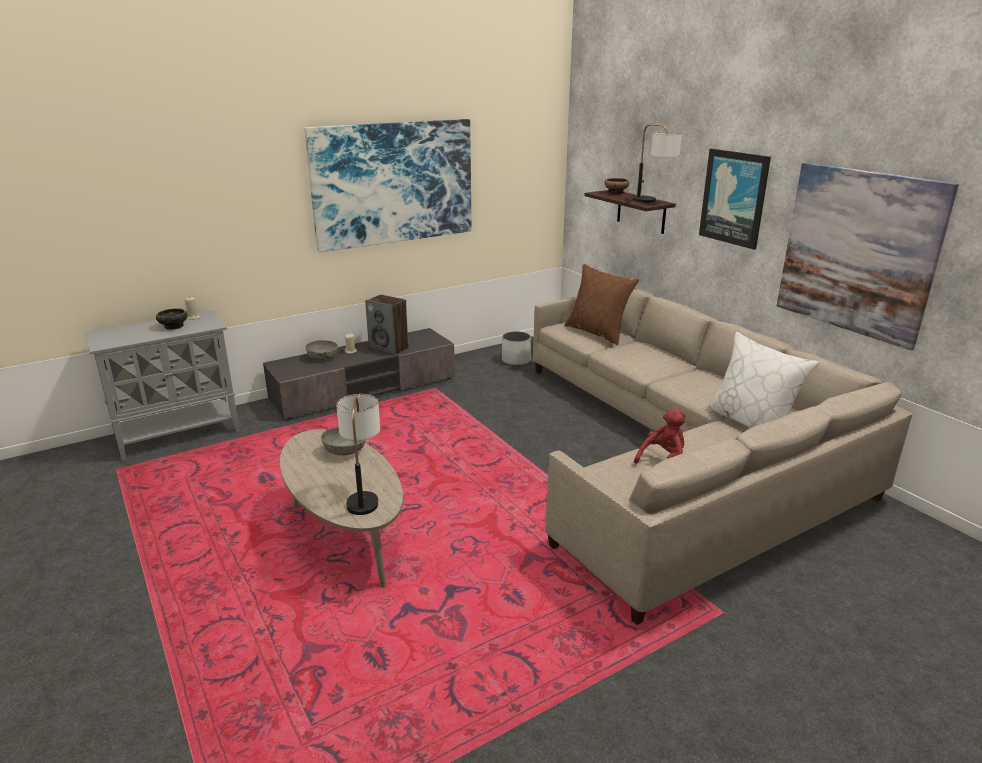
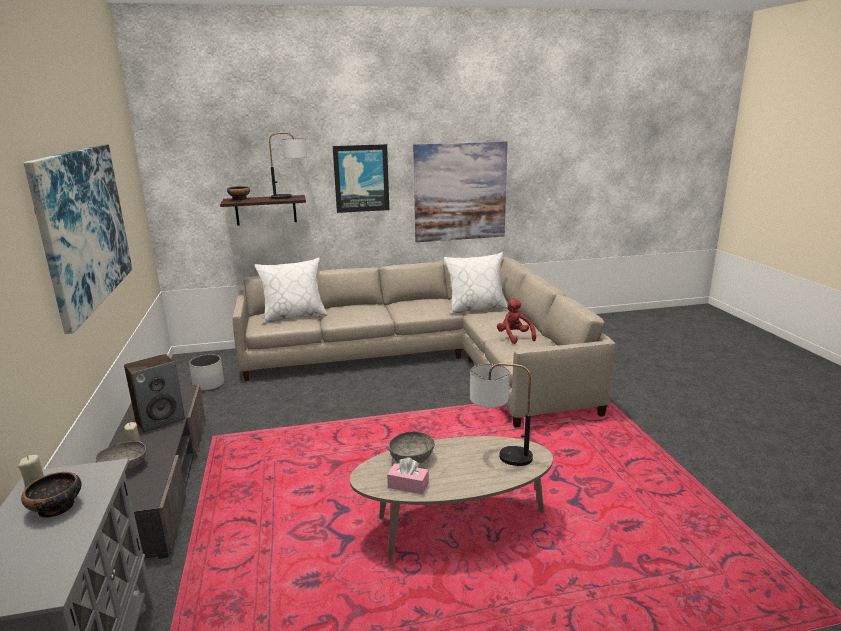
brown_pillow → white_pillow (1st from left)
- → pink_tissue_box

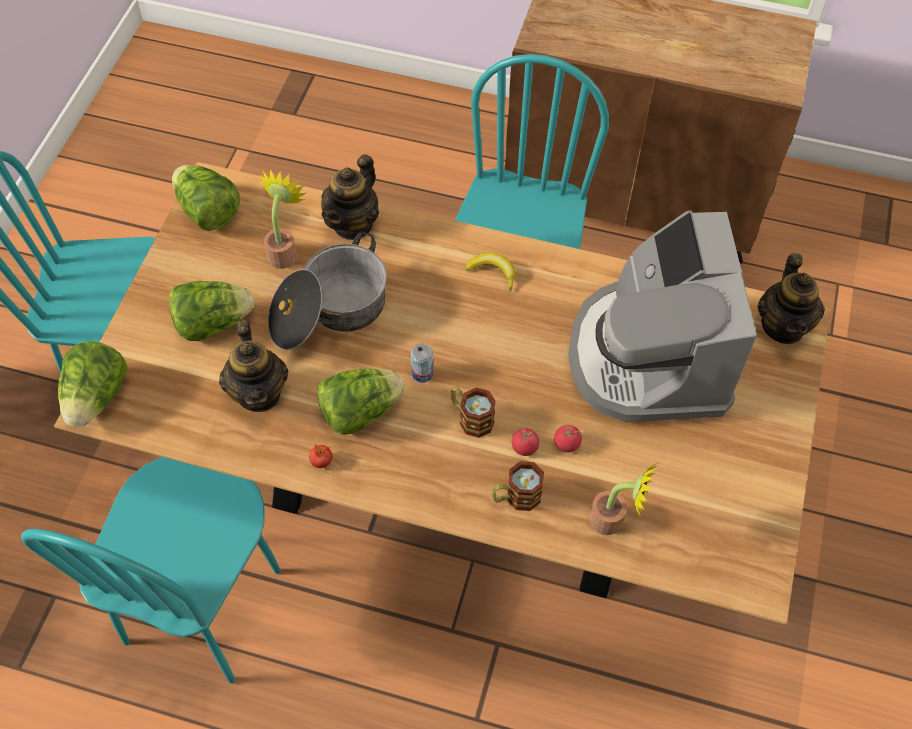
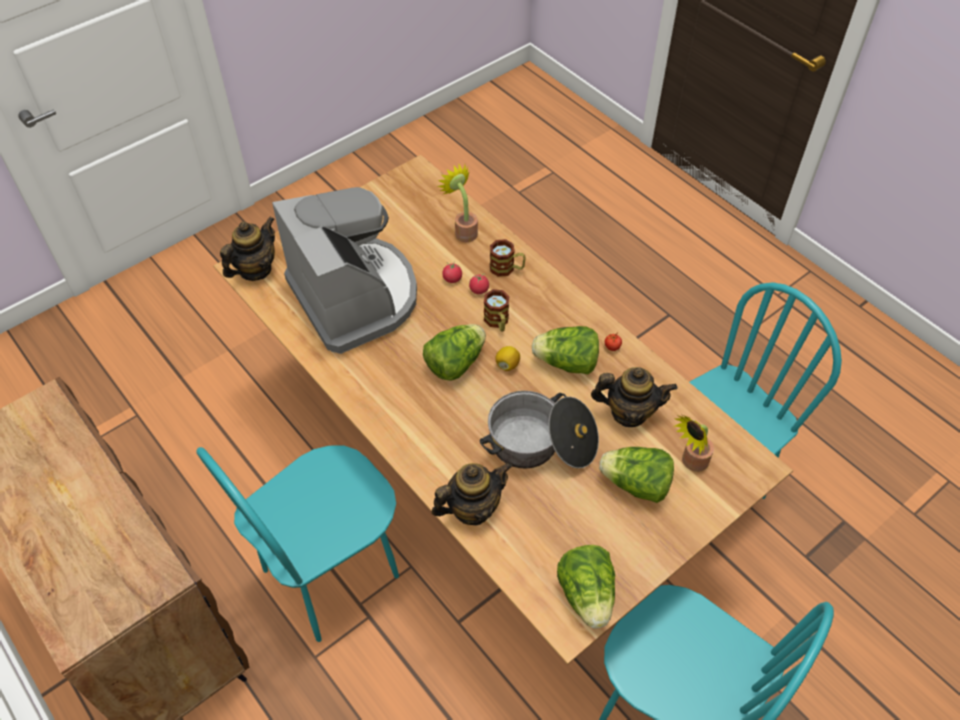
lettuce (1st from left), move
teapot (1st from left in the first image) → teapot (3rd from left), 75 degrees clockwise
potted_plant (1st from left in the first image) → potted_plant (2nd from left), move
can → lemon
banana → -
coffee_machine, 60 degrees counterclockwise

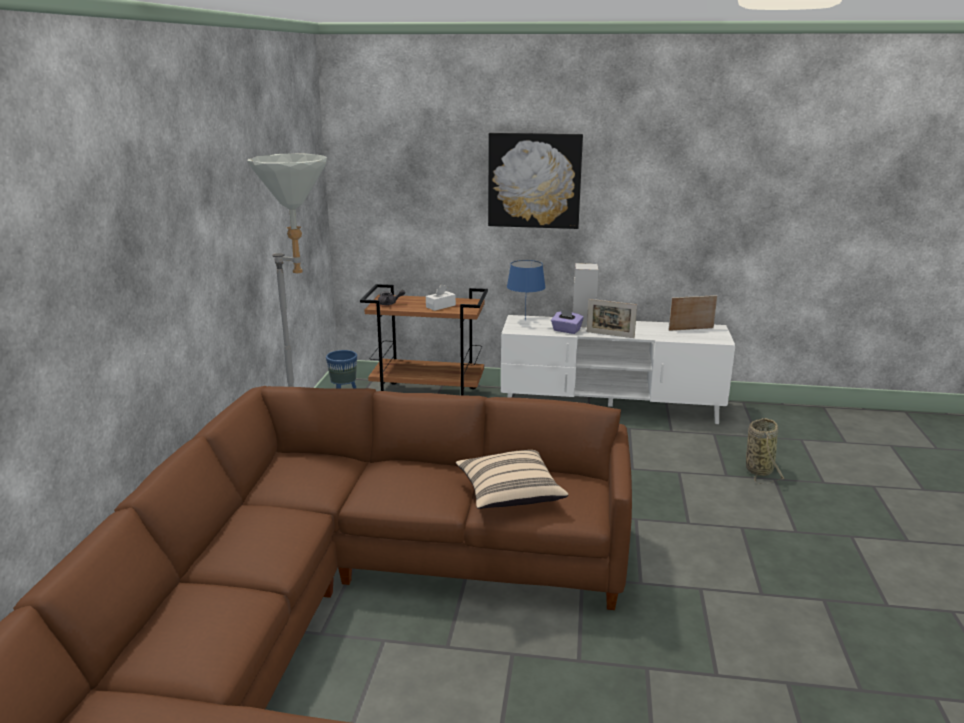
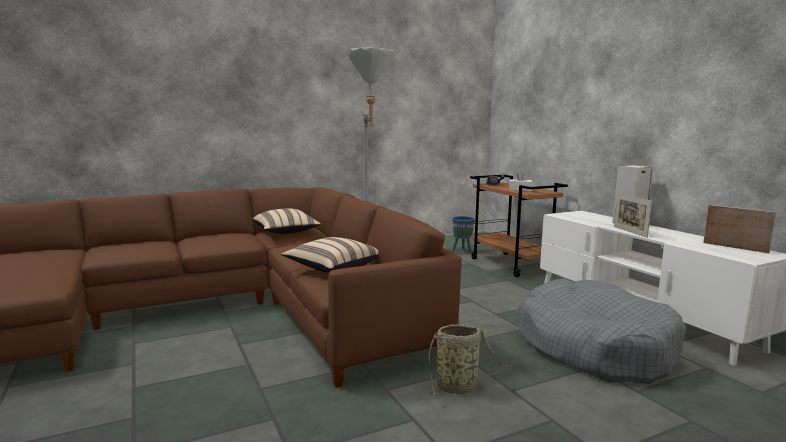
picture → -
blue_table_lamp → -
purple_tissue_box → -
basket, move
- → beige_pillow (1st from left)
- → grey_dog_bed

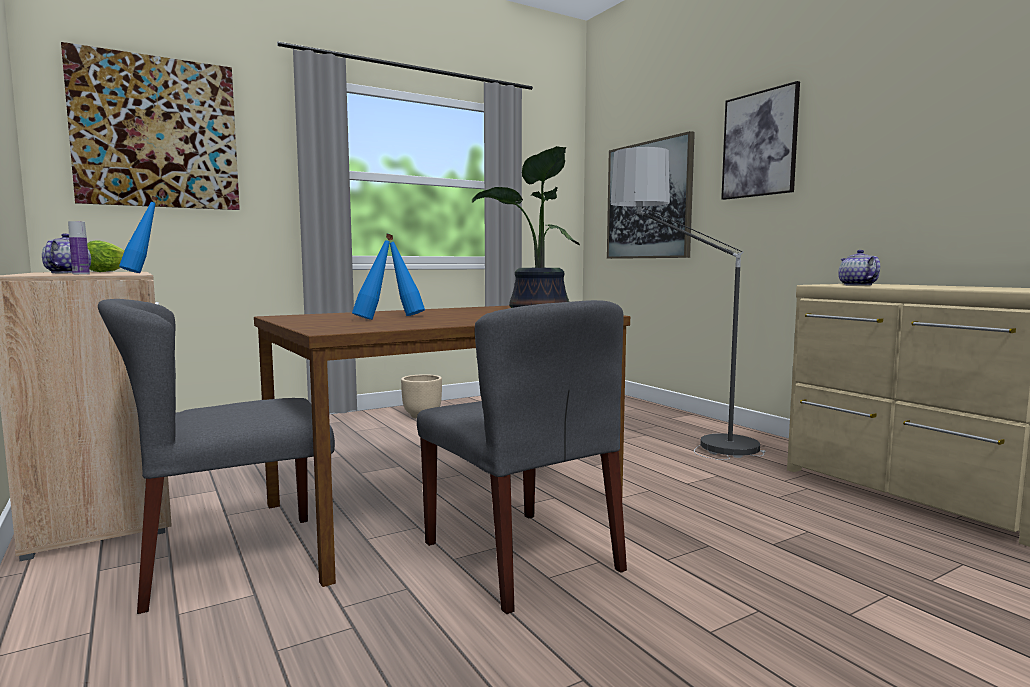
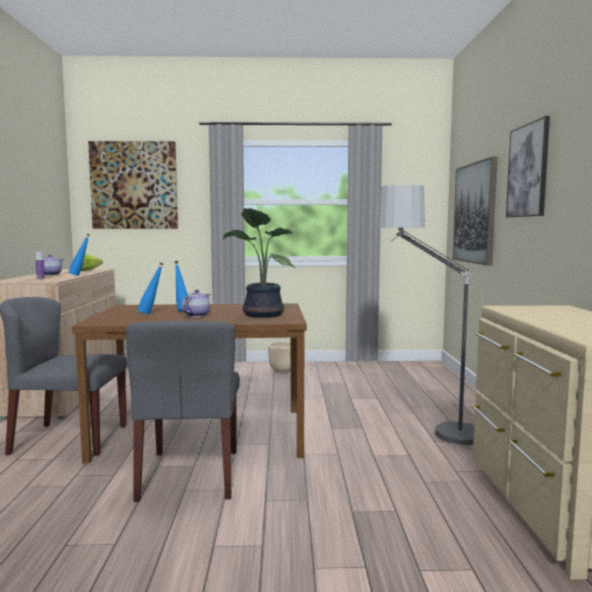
teapot (2nd from left), move

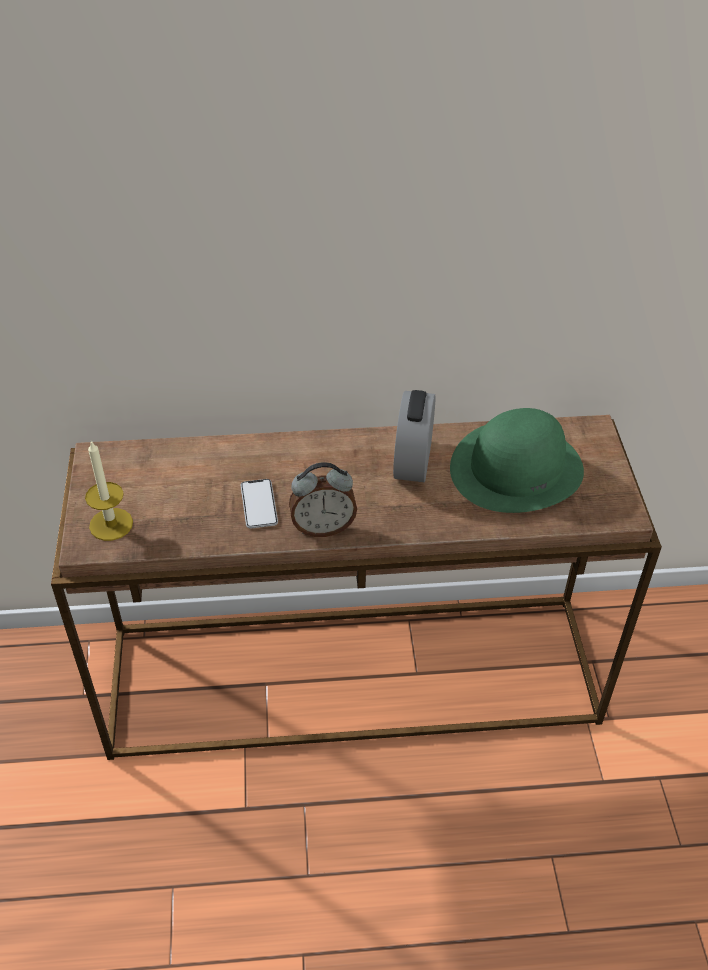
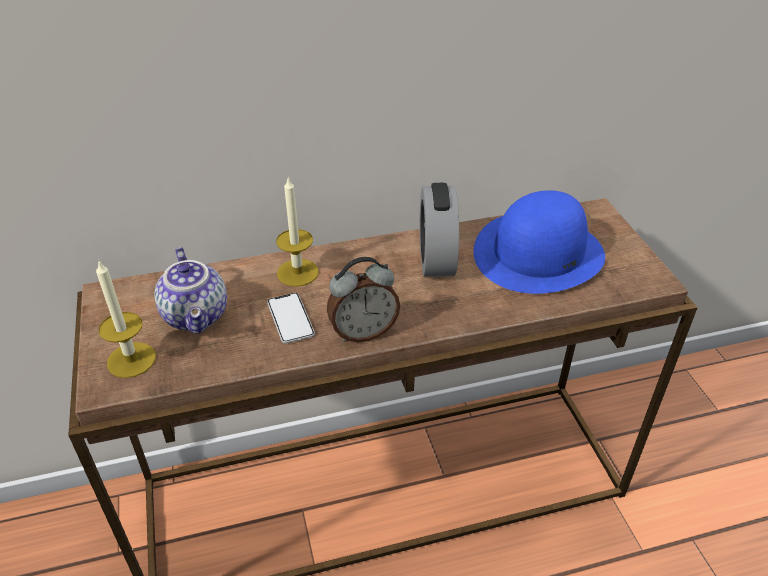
green_hat → blue_hat
- → teapot
- → candle (2nd from left)

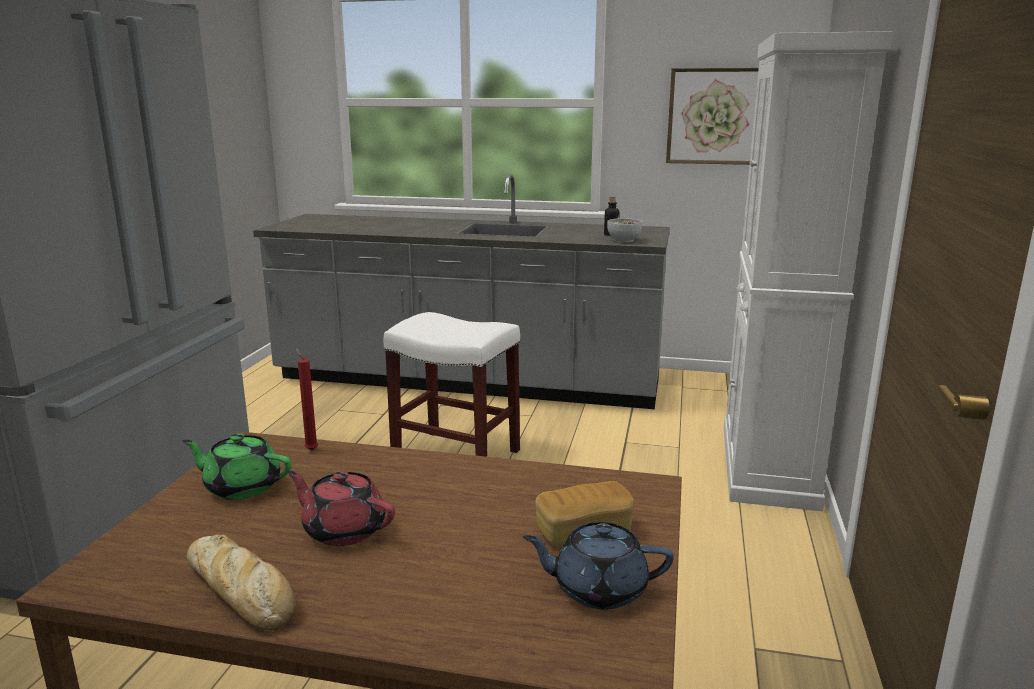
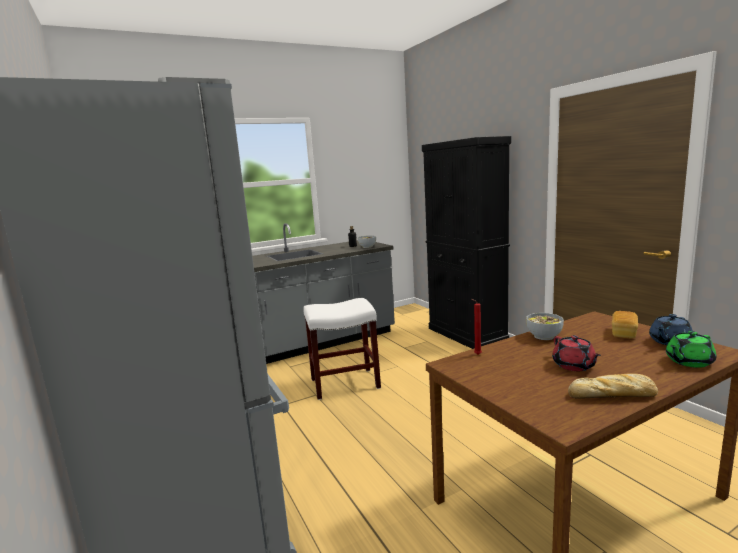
green_teapot, move
red_teapot, 90 degrees counterclockwise
picture → -
white_cabinet → black_cabinet
- → bowl (2nd from left)

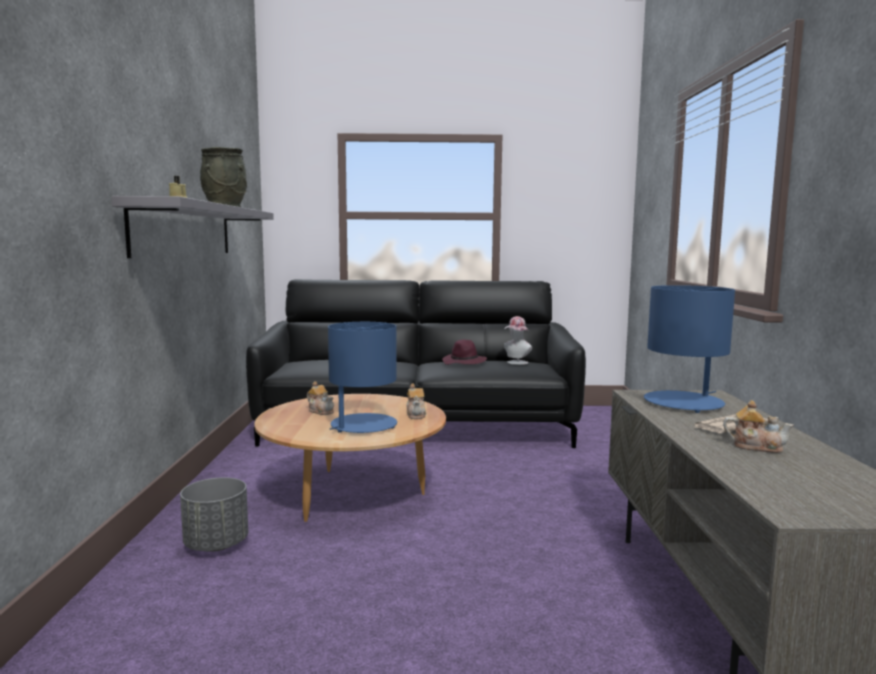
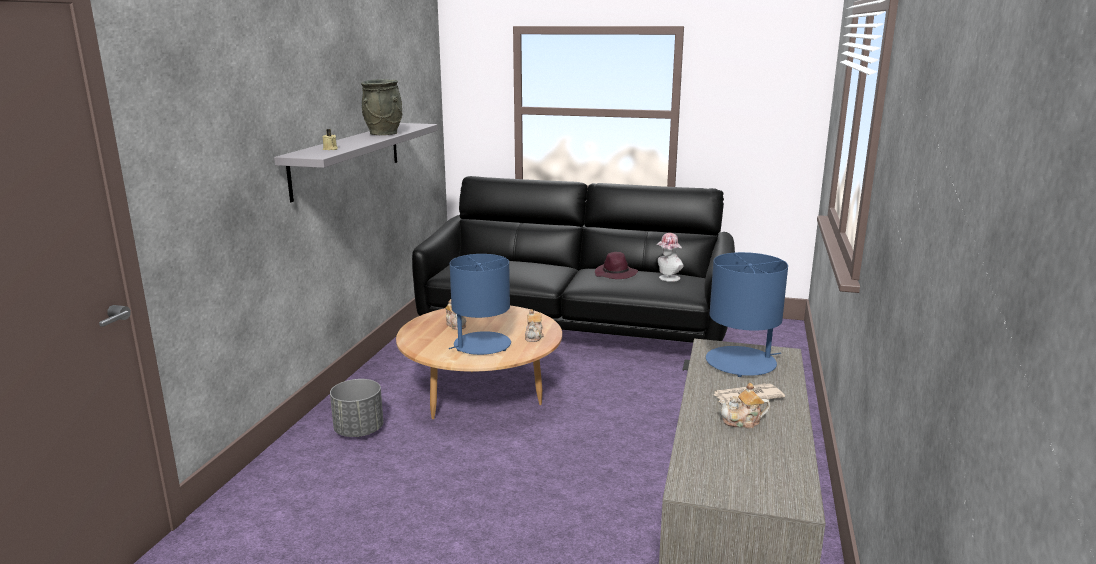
teapot (3rd from left), 135 degrees clockwise

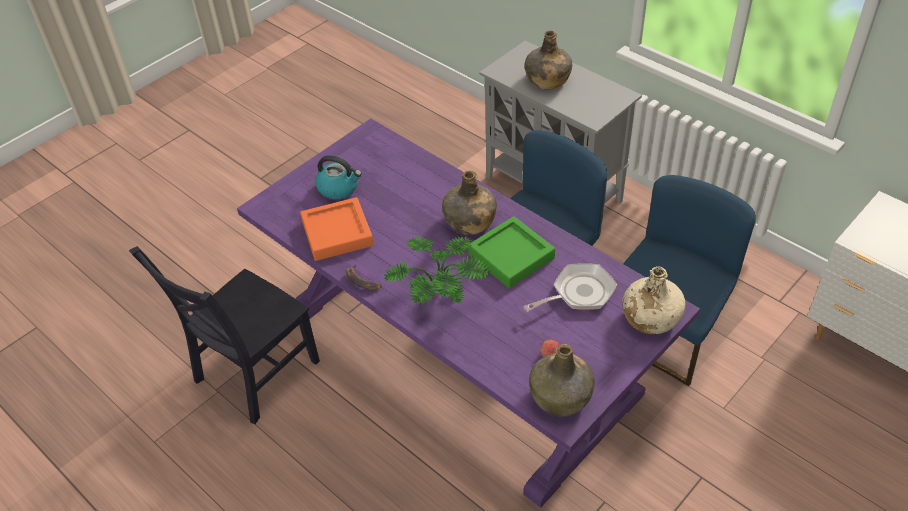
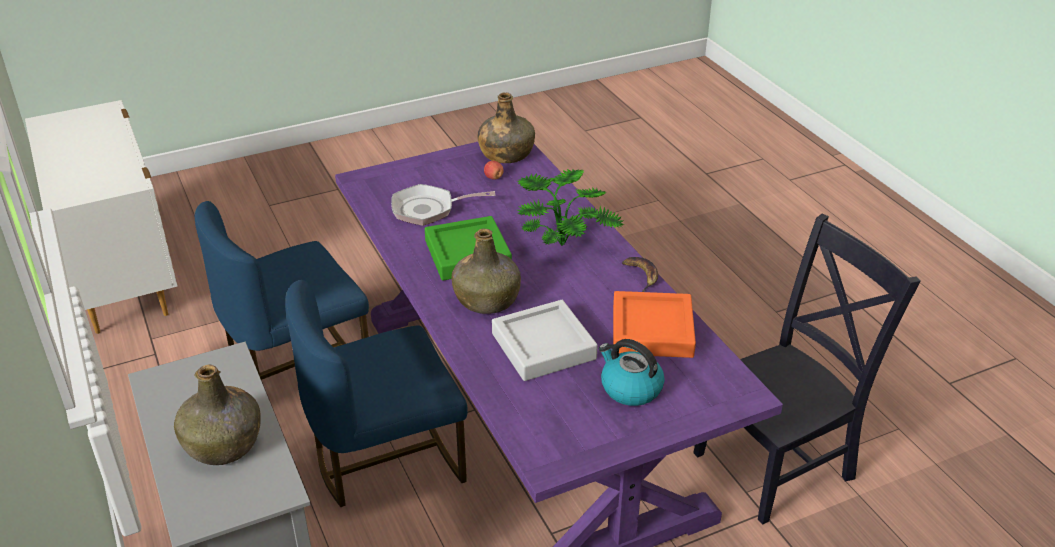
beige_bottle → -
- → grey_tray

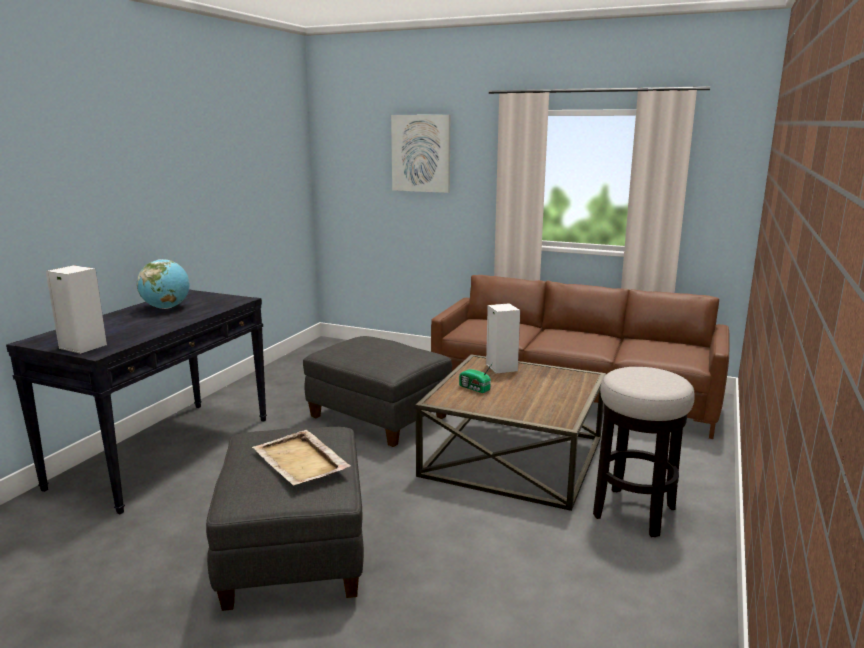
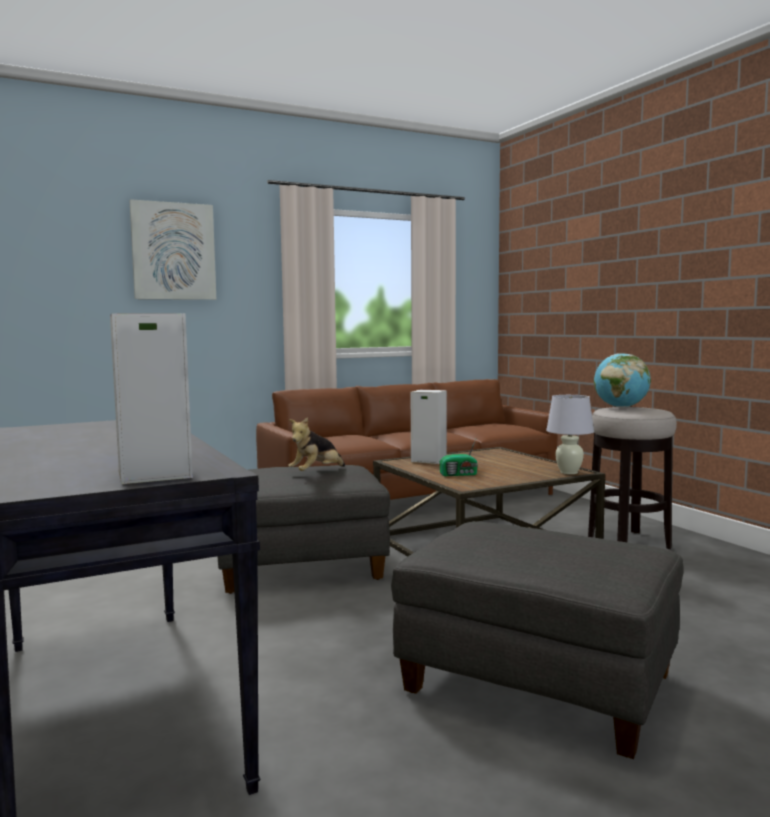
globe, move
beige_tray → -
- → plush_toy
- → white_table_lamp

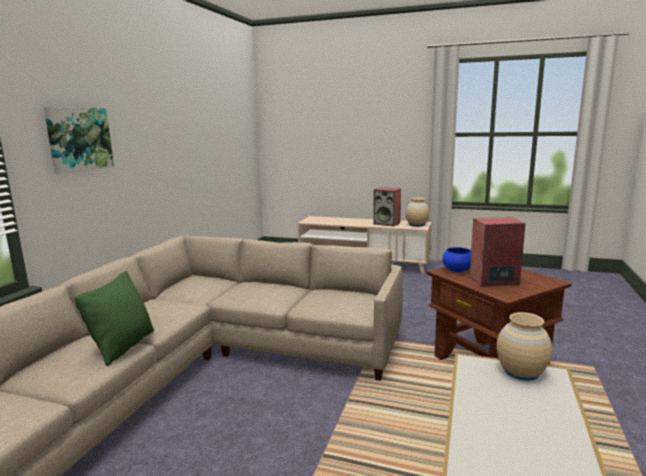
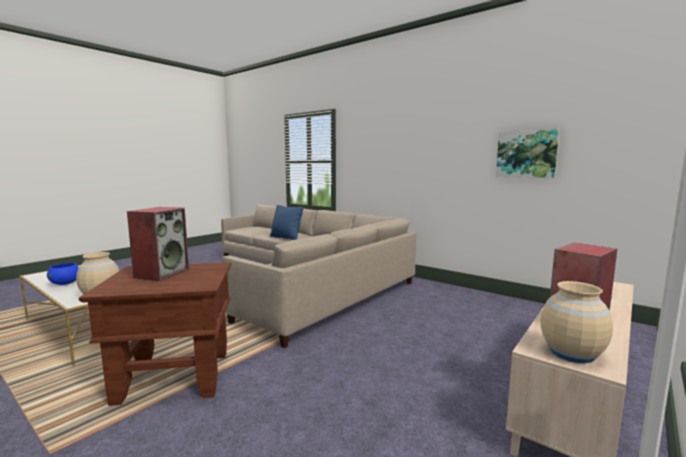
picture, move
green_pillow → blue_pillow
blue_bowl, move

